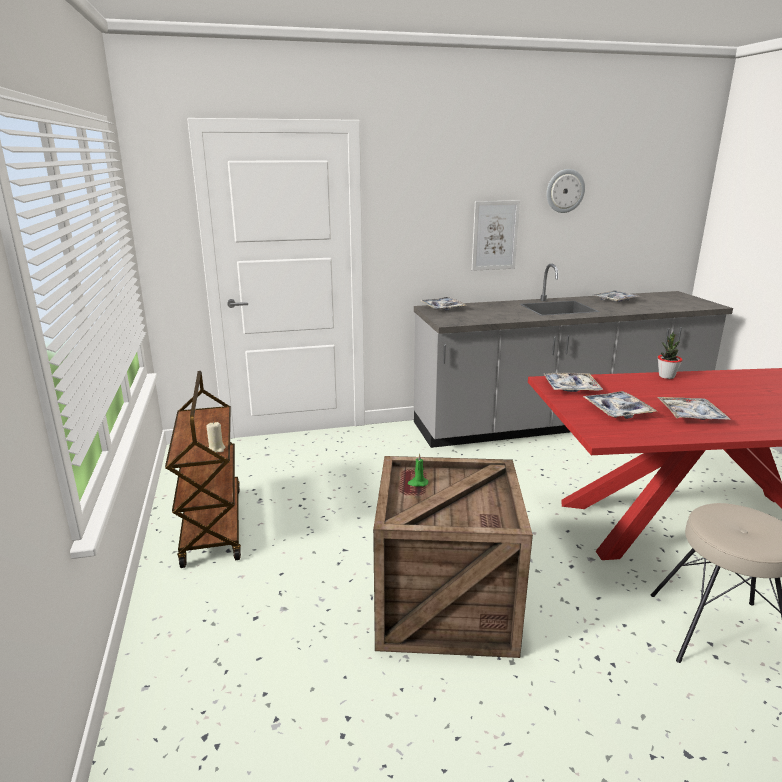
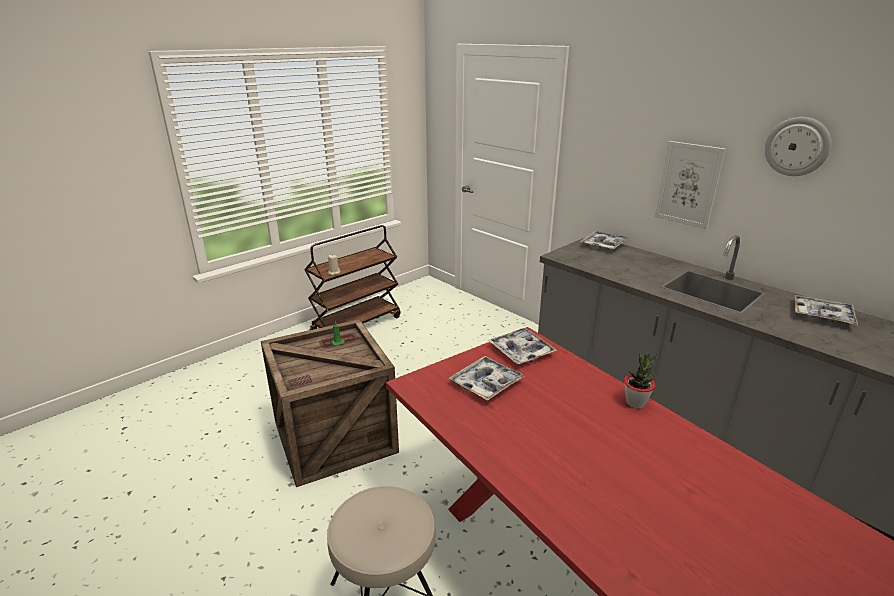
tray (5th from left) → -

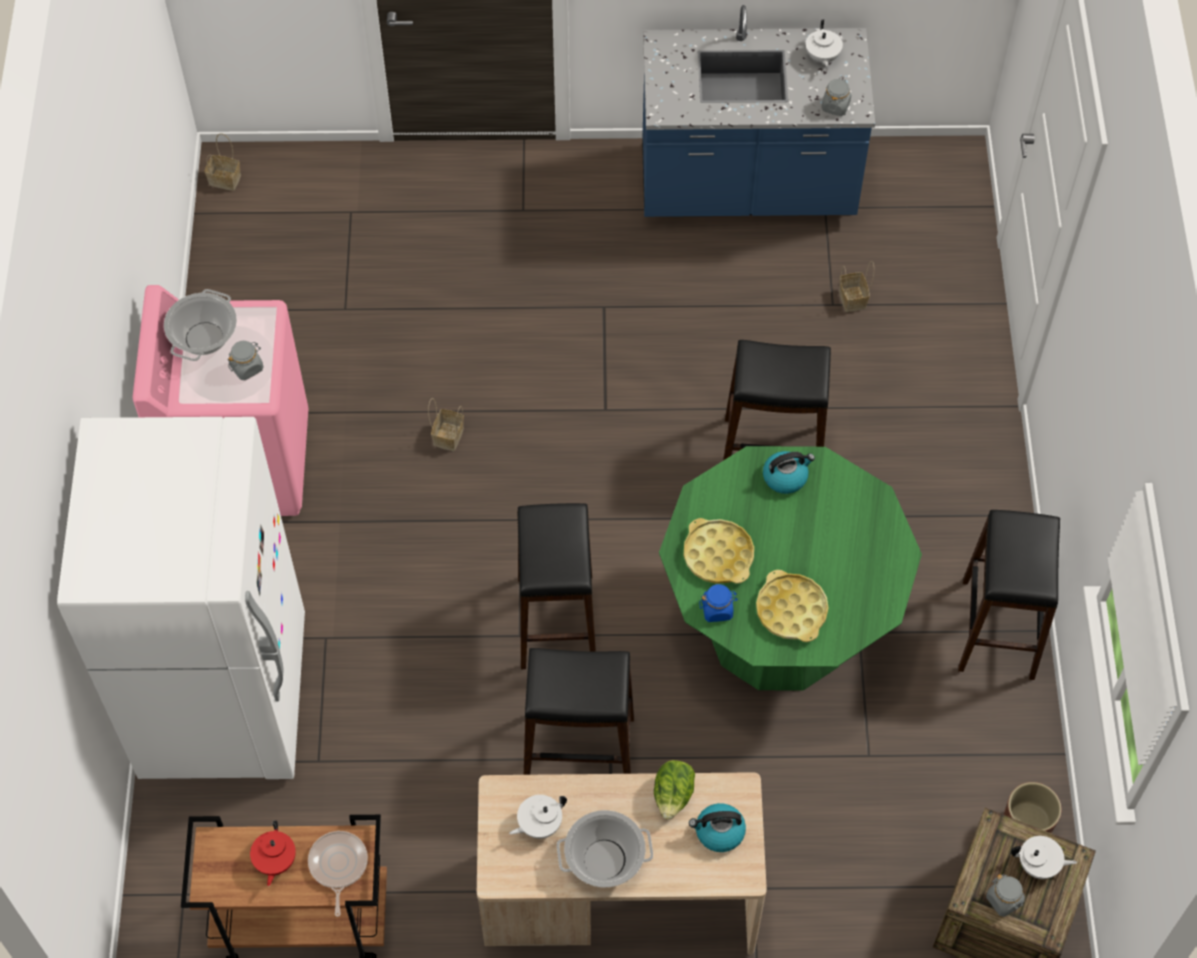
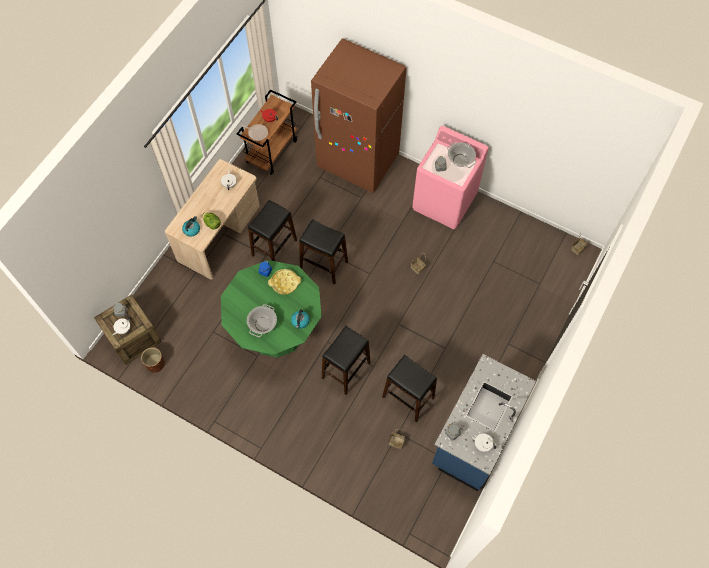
white_fridge → brown_fridge
cooking_pot (2nd from left in the first image) → cooking_pot (1st from left), move
yellow_tray (2nd from left) → -
black_stool (4th from left), move

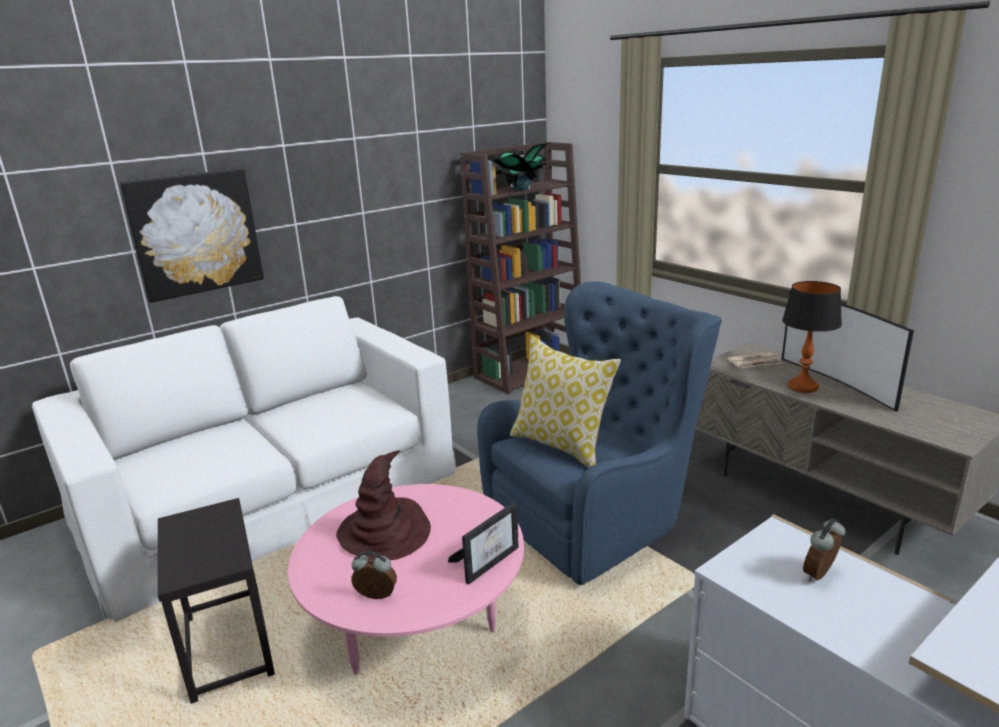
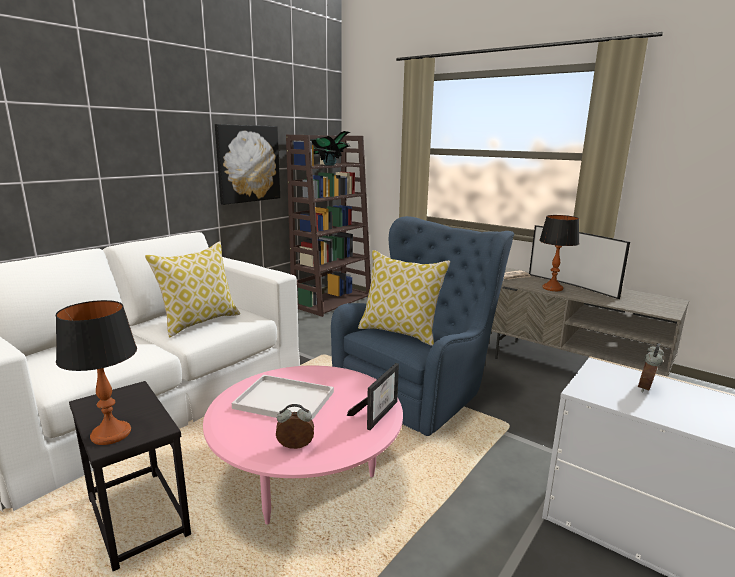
picture, move
brown_hat → white_tray
- → table_lamp (1st from left)
- → pillow (1st from left)

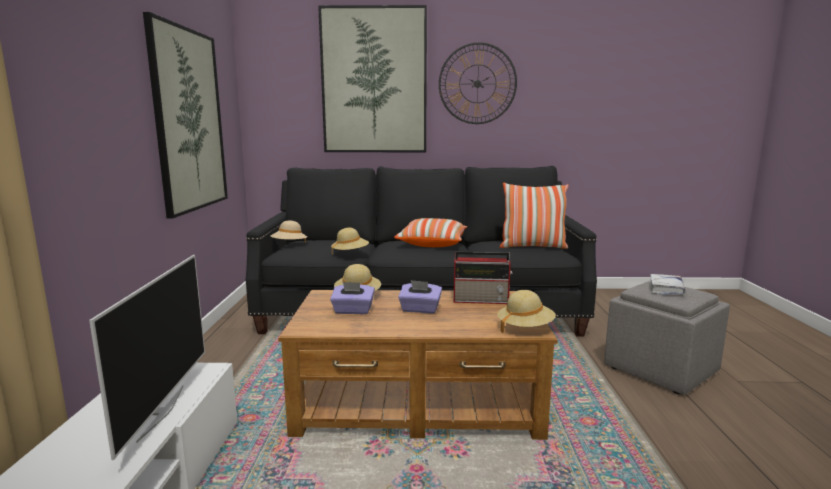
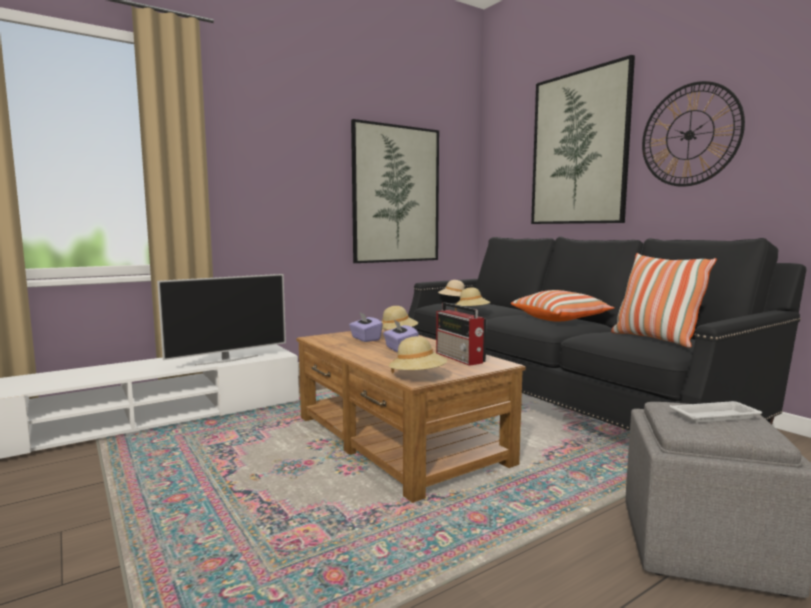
white_book → white_tray

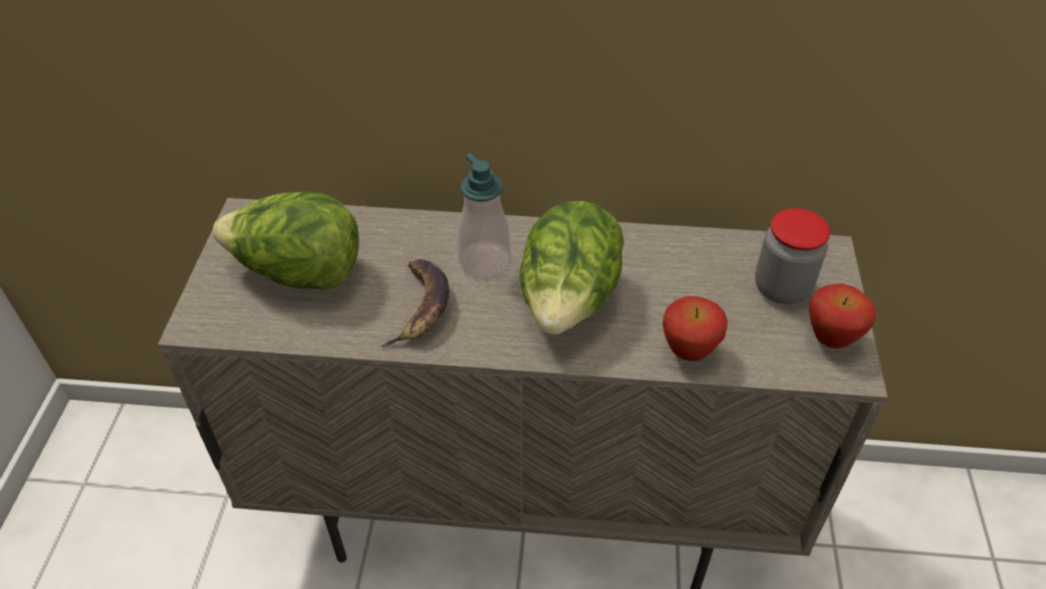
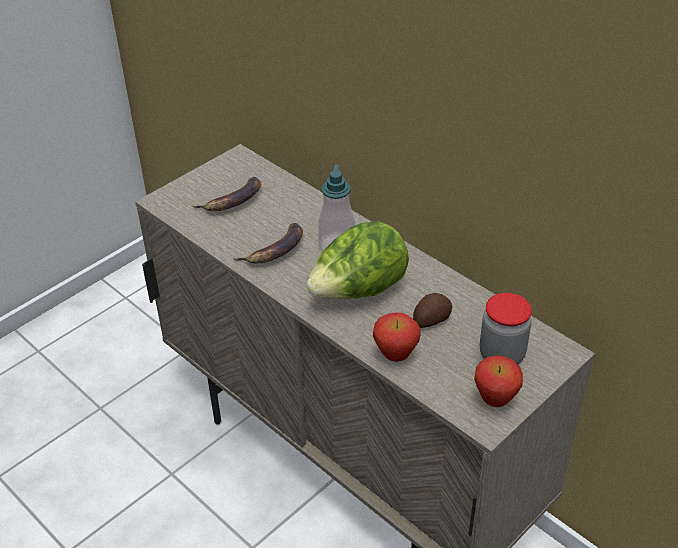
lettuce (1st from left) → banana (1st from left)
- → potato

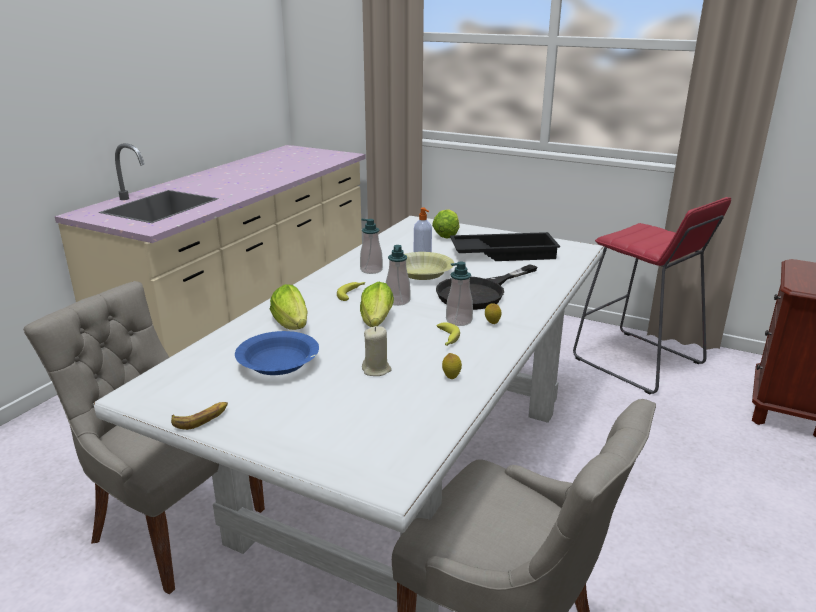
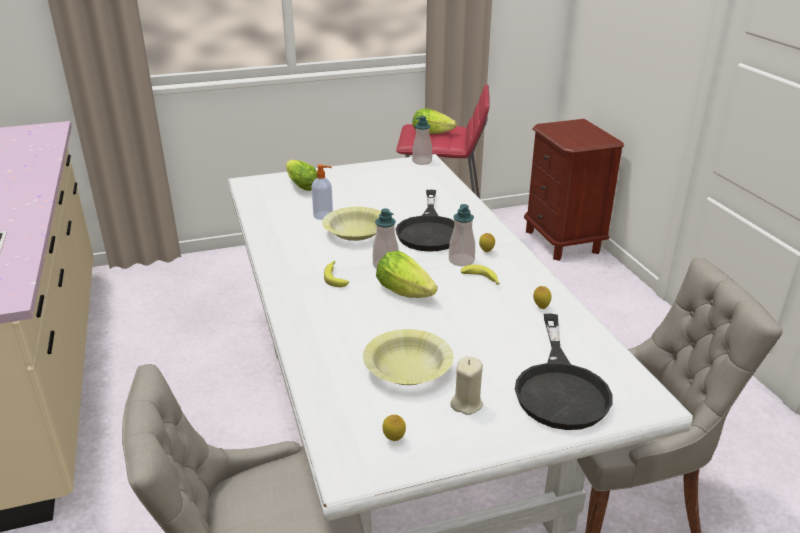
banana (1st from left) → -
blue_bowl → yellow_bowl (2nd from left)
lettuce (1st from left in the first image) → lettuce (3rd from left), move
soap_dispenser (1st from left in the first image) → soap_dispenser (3rd from left), move
beige_candle, move
black_tray → -
- → lemon (1st from left)
- → black_frying_pan (2nd from left)

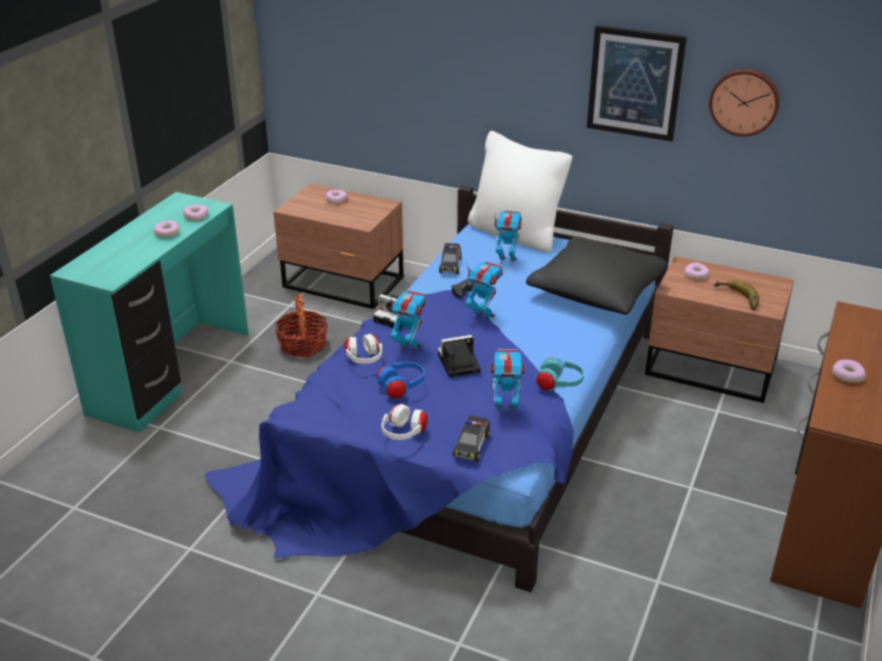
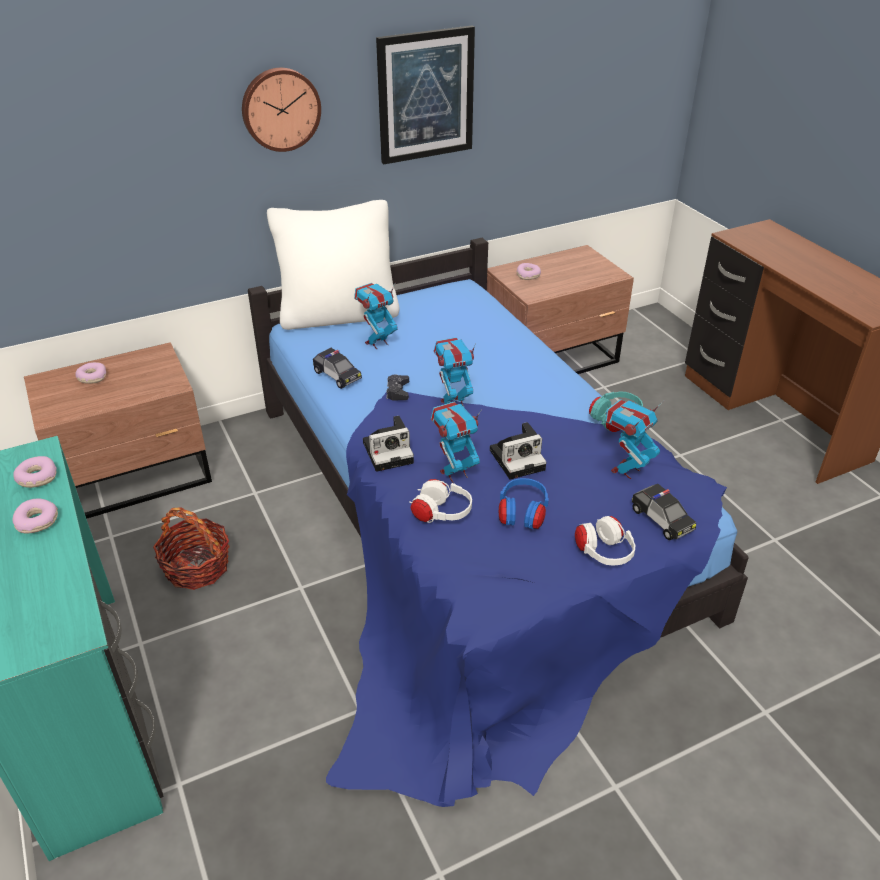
photo_camera (2nd from left), 135 degrees counterclockwise
black_pillow → -
wall_clock, move
banana → -
donut (5th from left) → -

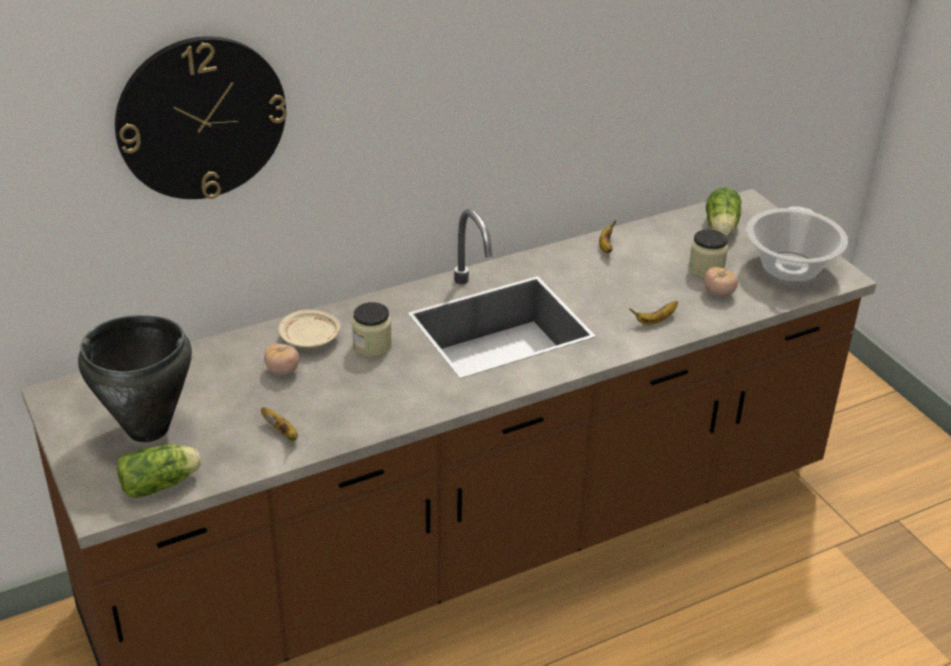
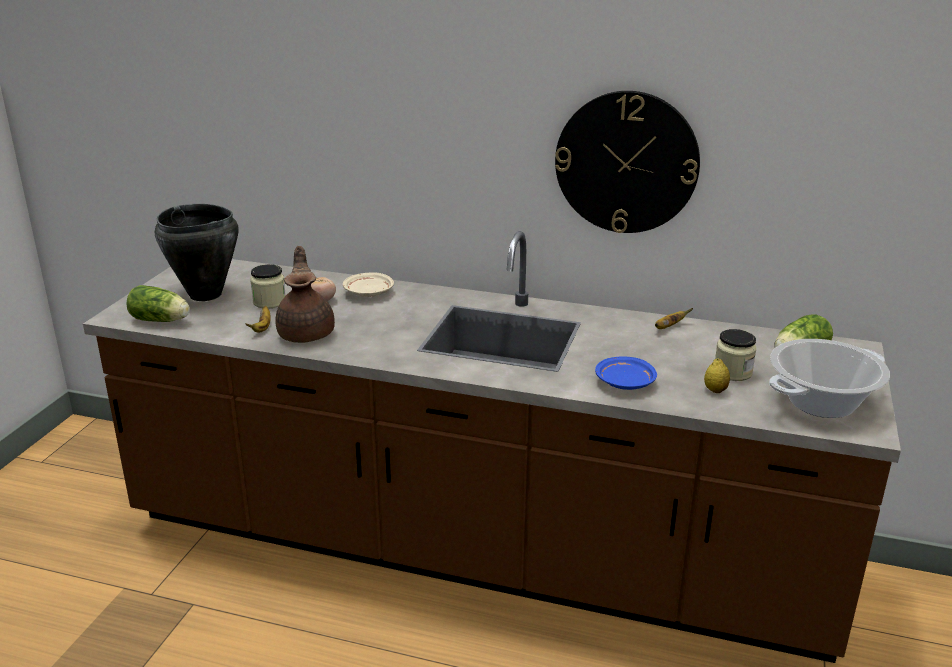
wall_clock, move
jar (1st from left), move
banana (3rd from left) → blue_plate
tomato (2nd from left) → lemon
- → brown_teapot

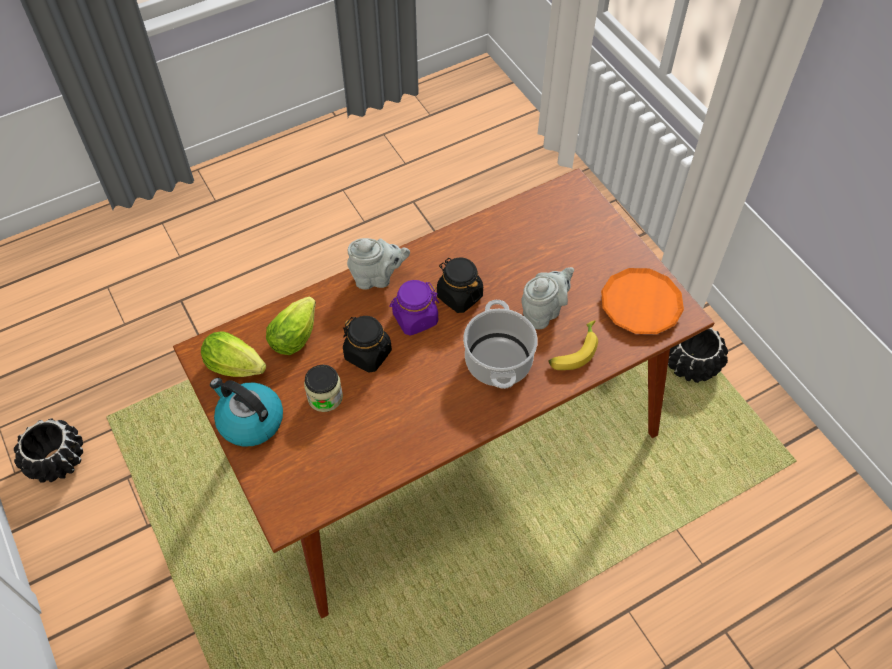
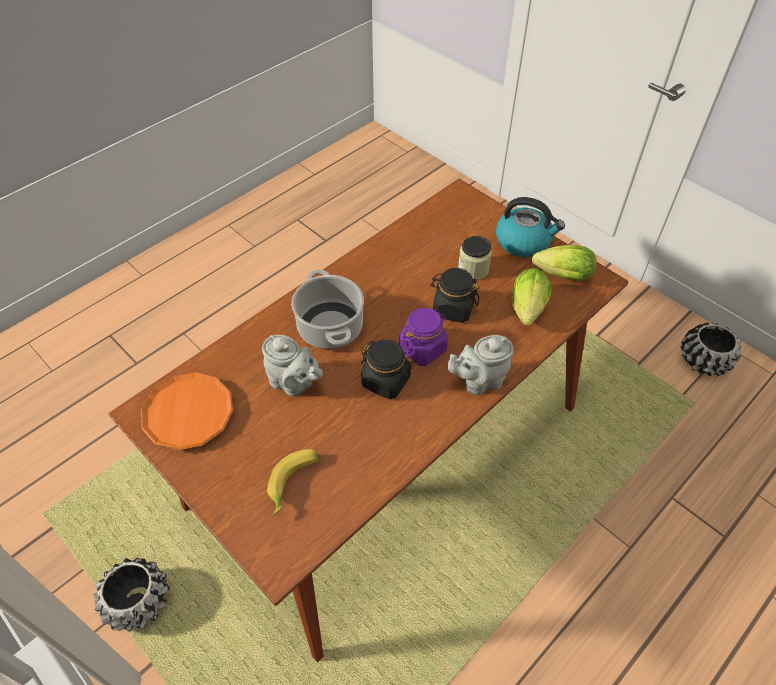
grey_teapot (2nd from left in the first image) → grey_teapot (1st from left), 90 degrees counterclockwise
banana, move

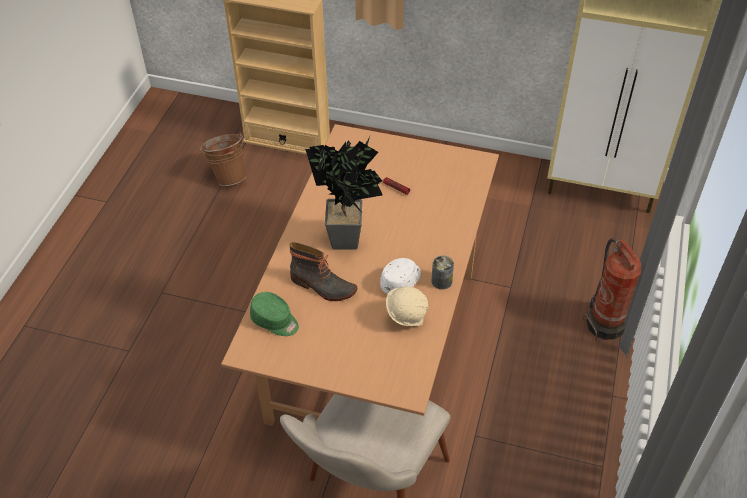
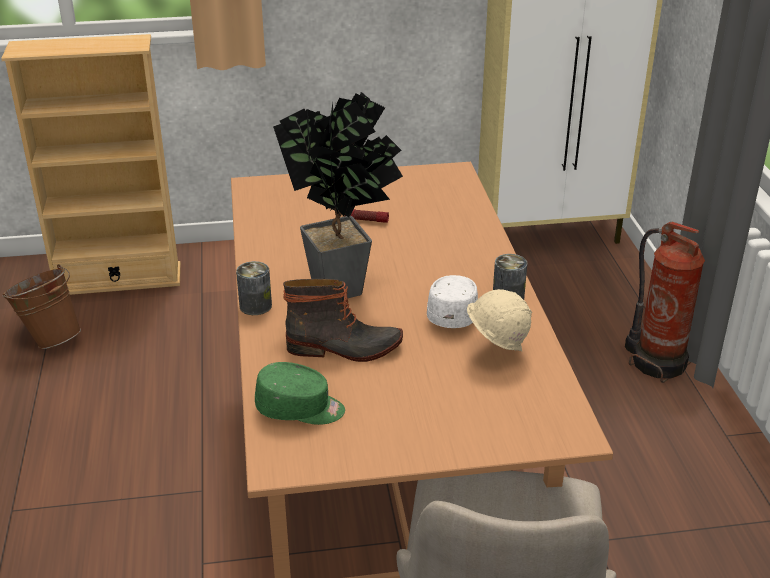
- → can (1st from left)

